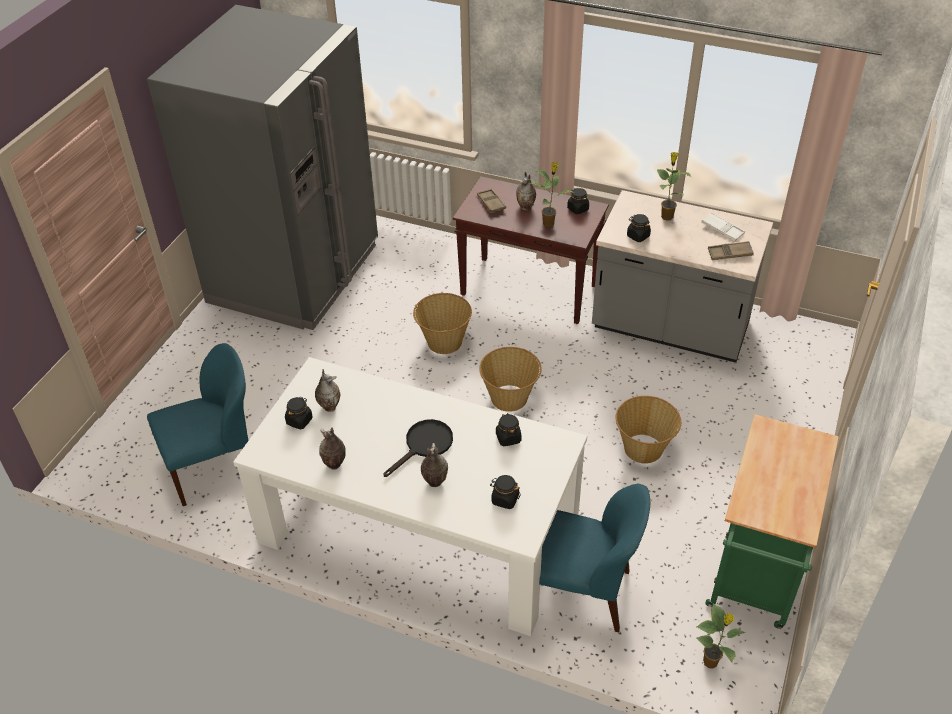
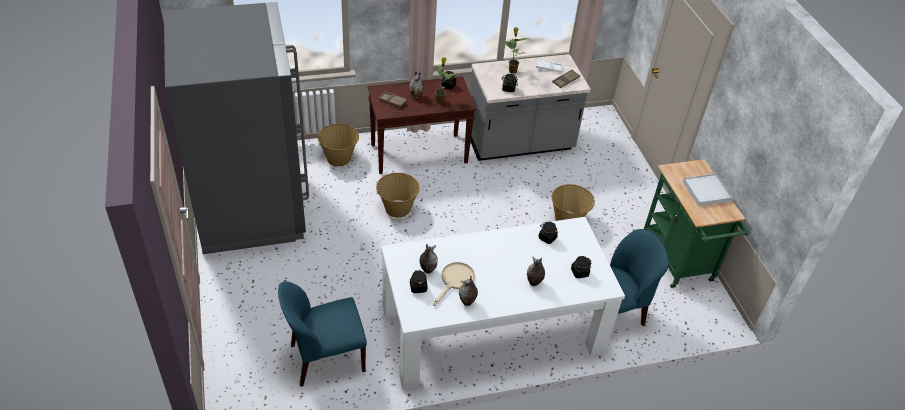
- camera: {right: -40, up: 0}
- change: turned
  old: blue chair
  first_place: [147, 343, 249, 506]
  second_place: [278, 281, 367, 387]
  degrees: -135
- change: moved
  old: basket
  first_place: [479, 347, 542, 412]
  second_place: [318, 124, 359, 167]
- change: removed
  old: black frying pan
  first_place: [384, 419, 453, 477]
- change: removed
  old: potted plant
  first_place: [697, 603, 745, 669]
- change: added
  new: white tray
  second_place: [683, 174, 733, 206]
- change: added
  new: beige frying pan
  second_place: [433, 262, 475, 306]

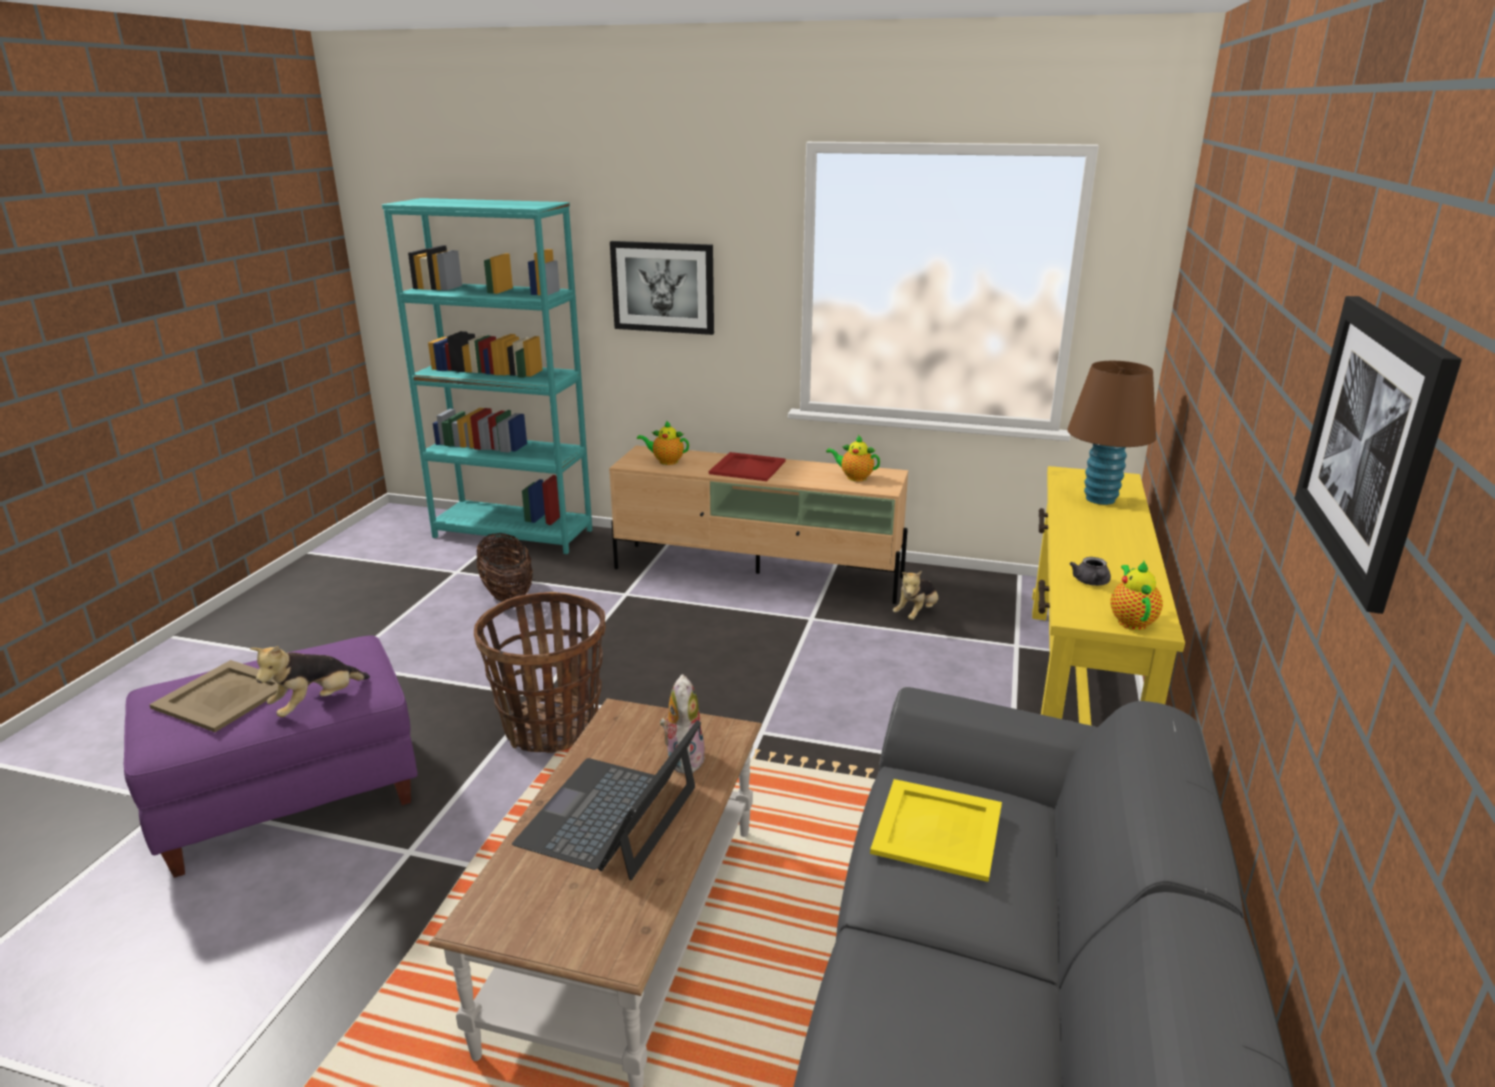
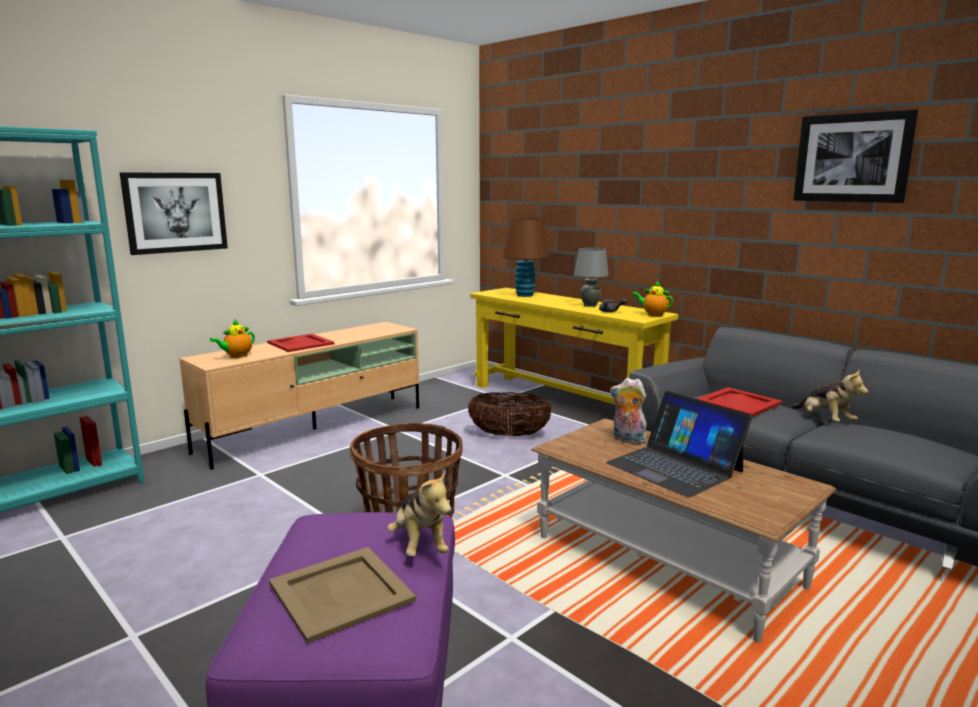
- camera: {right: -60, up: -10}
- change: removed
  old: teapot
  first_place: [826, 435, 880, 481]
- change: moved
  old: basket
  first_place: [476, 533, 533, 602]
  second_place: [468, 392, 552, 436]
- change: moved
  old: plush toy
  first_place: [893, 571, 938, 620]
  second_place: [791, 369, 868, 422]
- change: recoloured
  old: yellow tray
  new: red tray
  first_place: [870, 779, 1002, 882]
  second_place: [697, 387, 782, 417]
- change: added
  new: grey table lamp
  second_place: [574, 248, 609, 307]

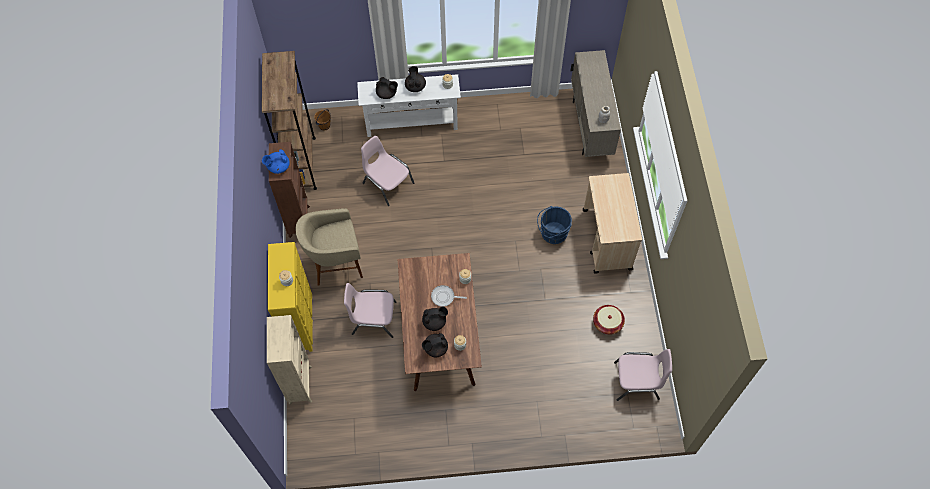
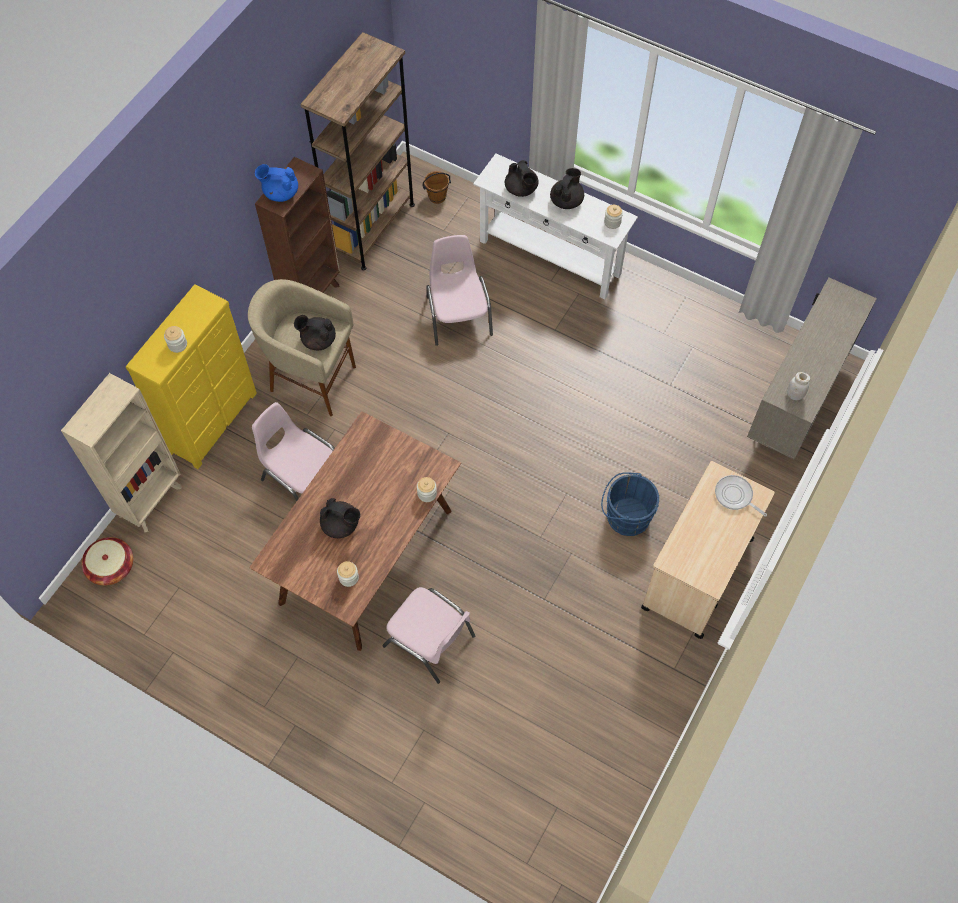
- camera: {right: 35, up: 0}
- change: moved
  old: frying pan
  first_place: [431, 285, 467, 307]
  second_place: [715, 475, 767, 517]
- change: moved
  old: basket
  first_place: [593, 305, 625, 335]
  second_place: [82, 537, 133, 586]
- change: moved
  old: black teapot
  first_place: [422, 333, 448, 357]
  second_place: [294, 315, 336, 350]
- change: moved
  old: pink chair
  first_place: [614, 349, 672, 401]
  second_place: [382, 587, 475, 684]

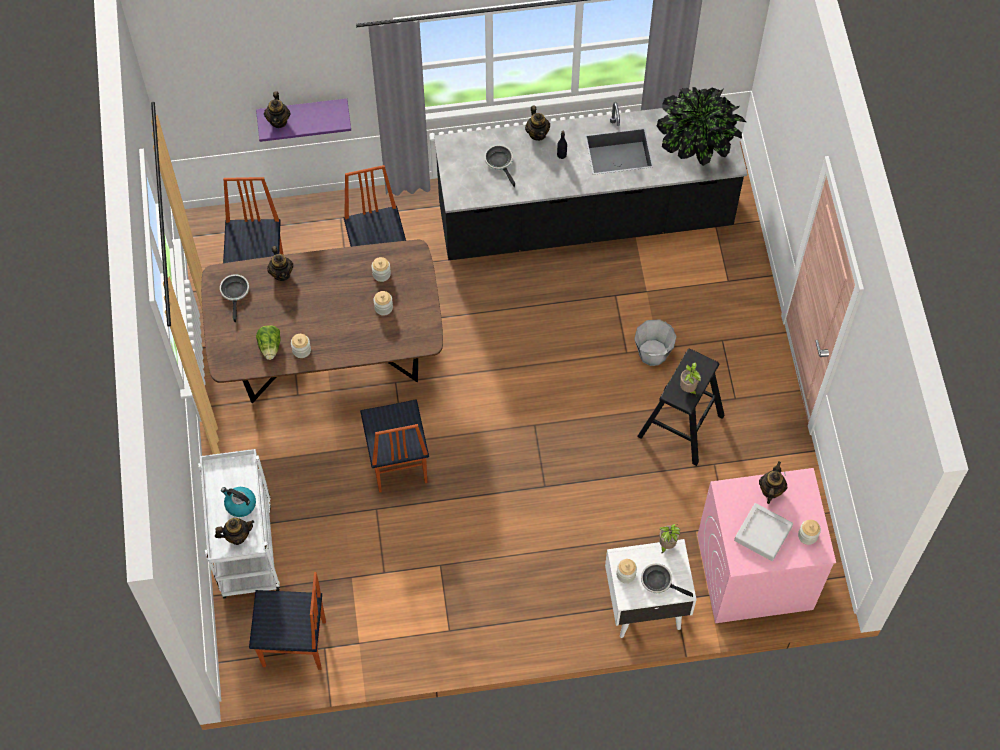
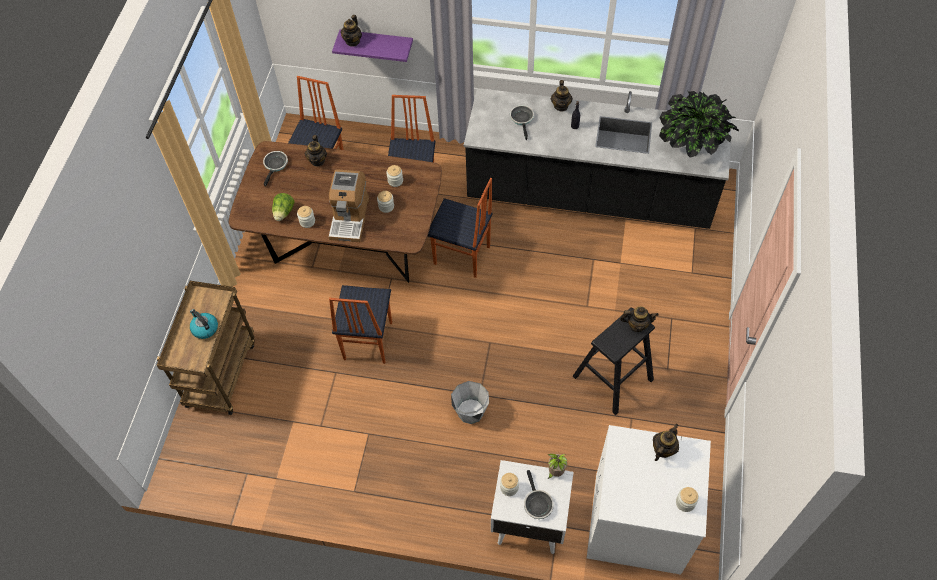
- camera: {right: 20, up: -5}
- change: moved
  old: grey bucket
  first_place: [634, 319, 677, 366]
  second_place: [451, 381, 489, 424]
- change: removed
  old: potted plant
  first_place: [680, 362, 701, 395]
- change: recoloured
  old: white cart
  new: brown cart
  first_place: [198, 449, 280, 598]
  second_place: [157, 281, 255, 415]
- change: recoloured
  old: pink washing machine
  new: white washing machine
  first_place: [697, 468, 836, 623]
  second_place: [587, 425, 711, 575]
- change: removed
  old: grey tray
  first_place: [734, 503, 793, 561]
- change: moved
  old: teapot
  first_place: [215, 518, 254, 545]
  second_place: [620, 307, 659, 332]
- change: turned
  old: frying pan
  first_place: [641, 563, 693, 597]
  second_place: [524, 470, 554, 519]
  degrees: -150
- change: moved
  old: chair
  first_place: [249, 572, 326, 670]
  second_place: [428, 178, 493, 278]
- change: added
  new: coffee machine
  second_place: [328, 169, 369, 242]

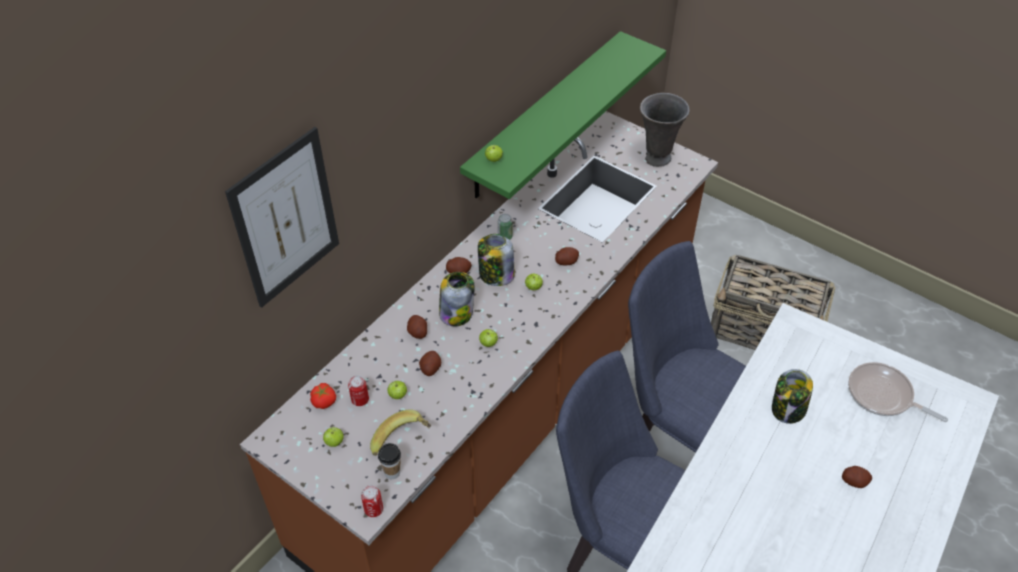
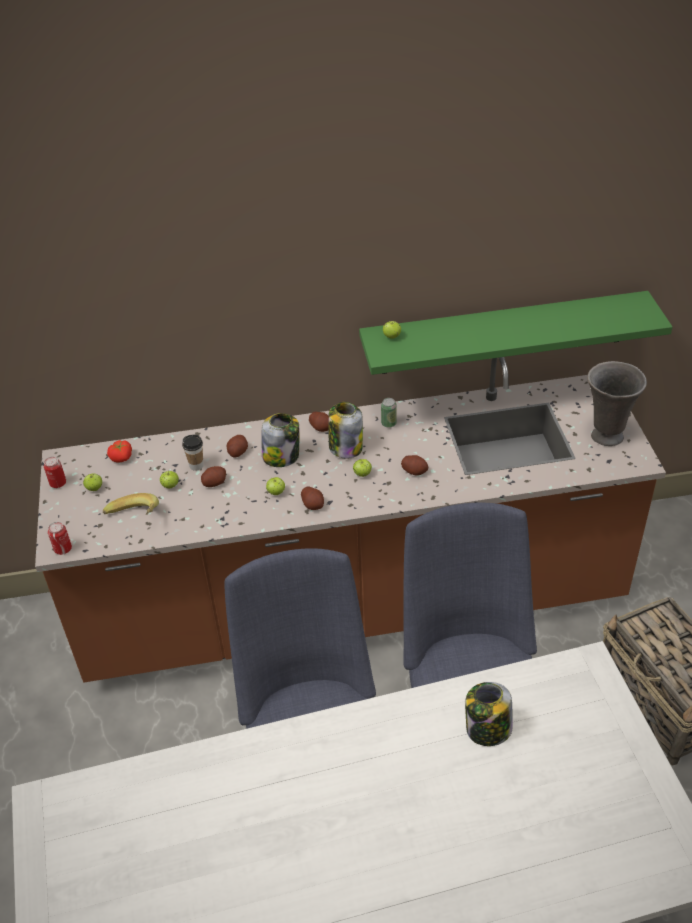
- camera: {right: 45, up: -5}
- change: removed
  old: picture
  first_place: [225, 127, 339, 308]
- change: removed
  old: frying pan
  first_place: [848, 362, 948, 422]
- change: moved
  old: can
  first_place: [348, 375, 369, 406]
  second_place: [44, 457, 66, 488]
- change: moved
  old: cup
  first_place: [378, 443, 401, 479]
  second_place: [182, 435, 204, 471]
- change: moved
  old: potato
  first_place: [842, 466, 872, 488]
  second_place: [301, 487, 324, 510]

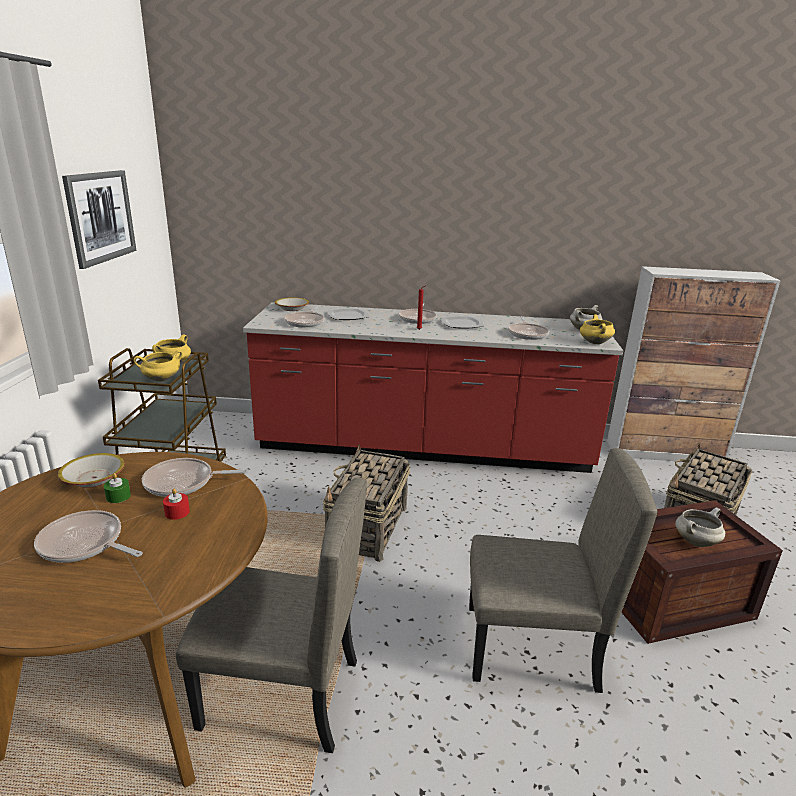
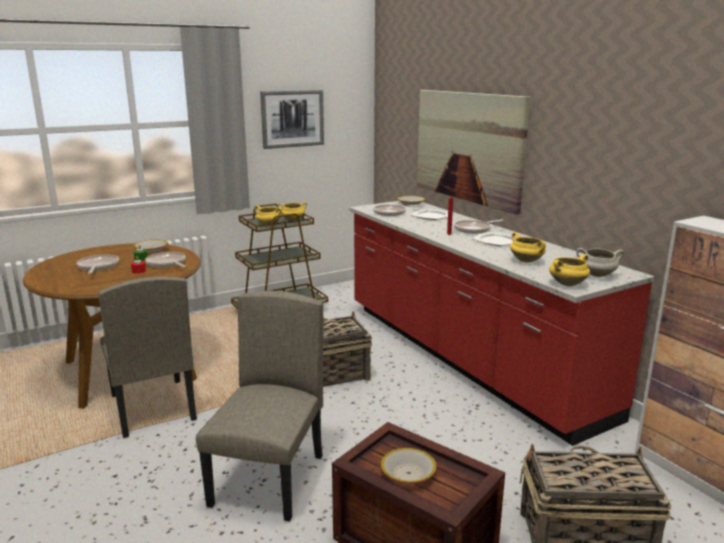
- camera: {right: 55, up: -5}
- change: replaced
  old: frying pan
  new: yellow cooking pot
  first_place: [508, 316, 549, 340]
  second_place: [510, 232, 546, 263]
- change: turned
  old: beige chair
  first_place: [469, 448, 657, 693]
  second_place: [196, 291, 323, 522]
  degrees: -135
- change: replaced
  old: white cooking pot
  new: bowl
  first_place: [675, 507, 725, 547]
  second_place: [381, 448, 437, 484]
- change: added
  new: picture
  second_place: [417, 90, 530, 215]

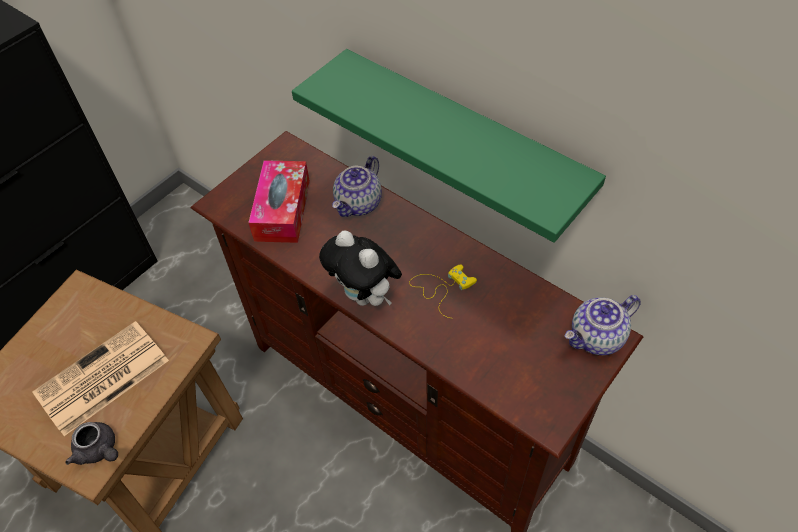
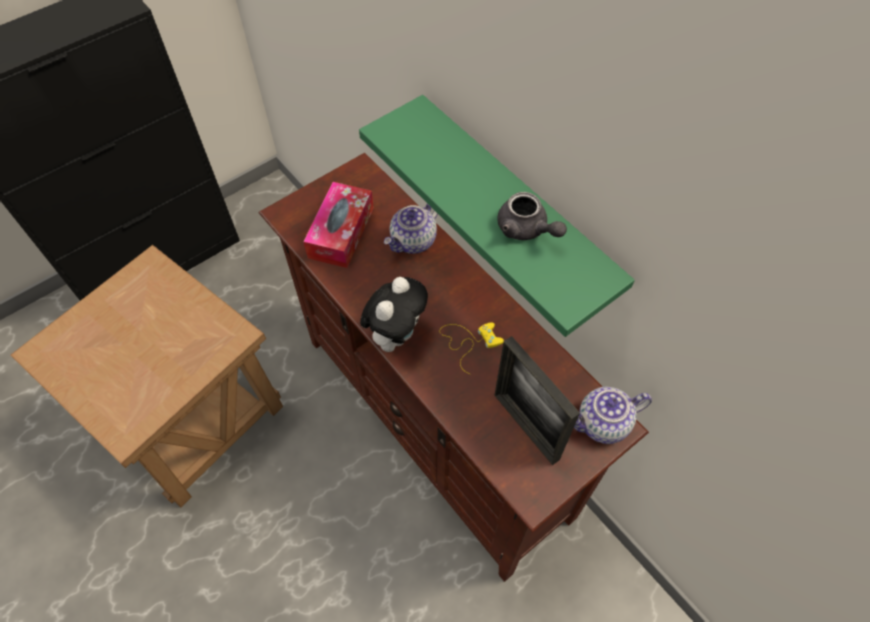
- camera: {right: 10, up: 5}
- change: turned
  old: plush toy
  first_place: [319, 231, 402, 306]
  second_place: [360, 277, 428, 352]
  degrees: -120
- change: removed
  old: newspaper
  first_place: [32, 321, 169, 436]
- change: moved
  old: grey teapot
  first_place: [65, 422, 118, 465]
  second_place: [497, 192, 567, 240]
- change: added
  new: picture frame
  second_place: [494, 336, 580, 465]

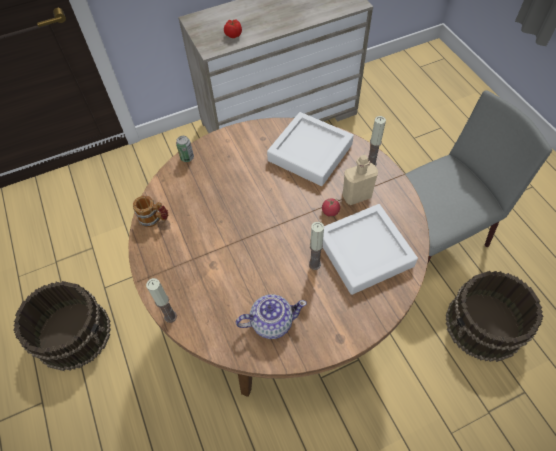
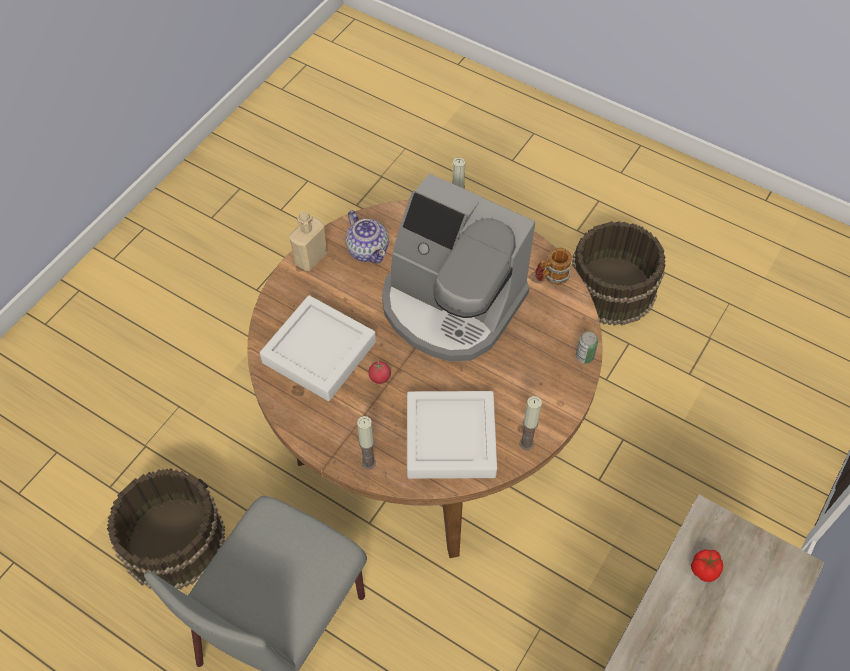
- camera: {right: 145, up: 0}
- change: moved
  old: beige bottle
  first_place: [342, 155, 378, 205]
  second_place: [289, 211, 327, 271]
- change: moved
  old: candle
  first_place: [309, 222, 324, 270]
  second_place: [519, 396, 542, 450]
- change: turned
  old: teapot
  first_place: [236, 294, 307, 339]
  second_place: [346, 210, 389, 264]
  degrees: -75
- change: added
  new: coffee machine
  second_place: [382, 173, 535, 362]

